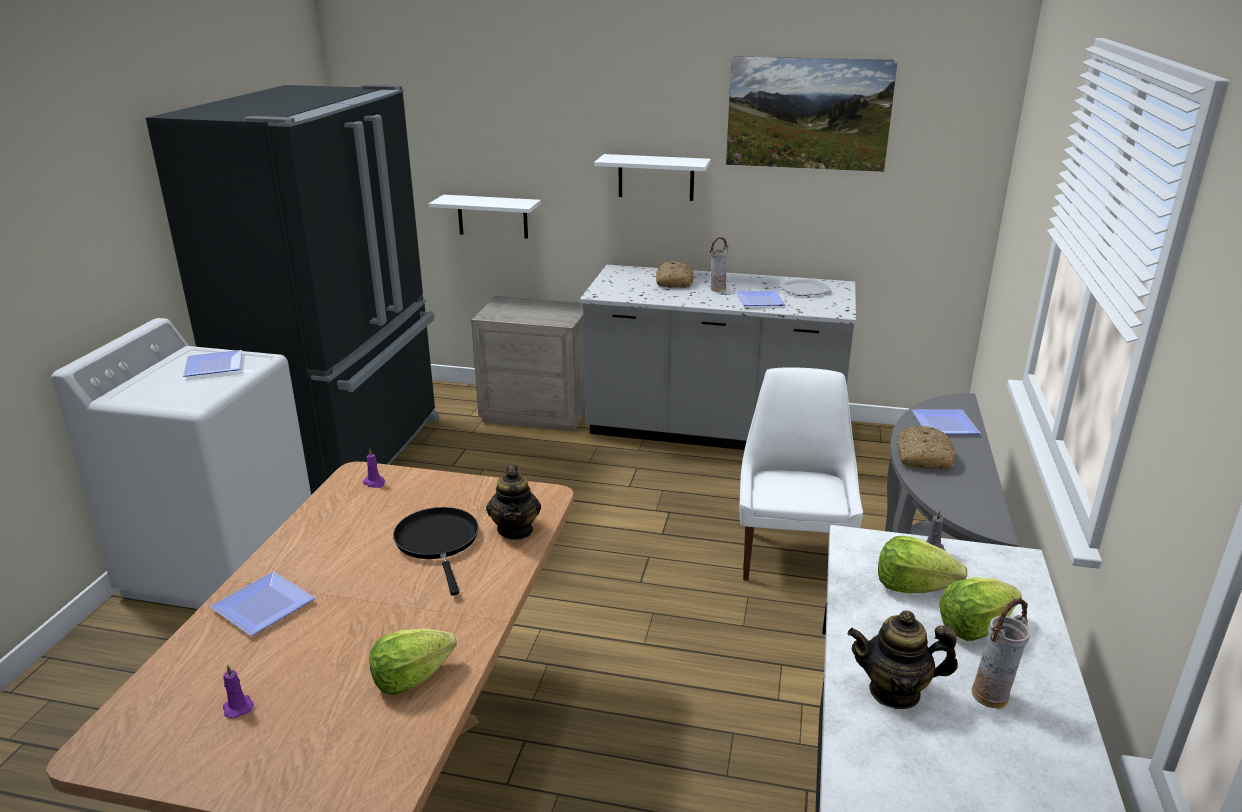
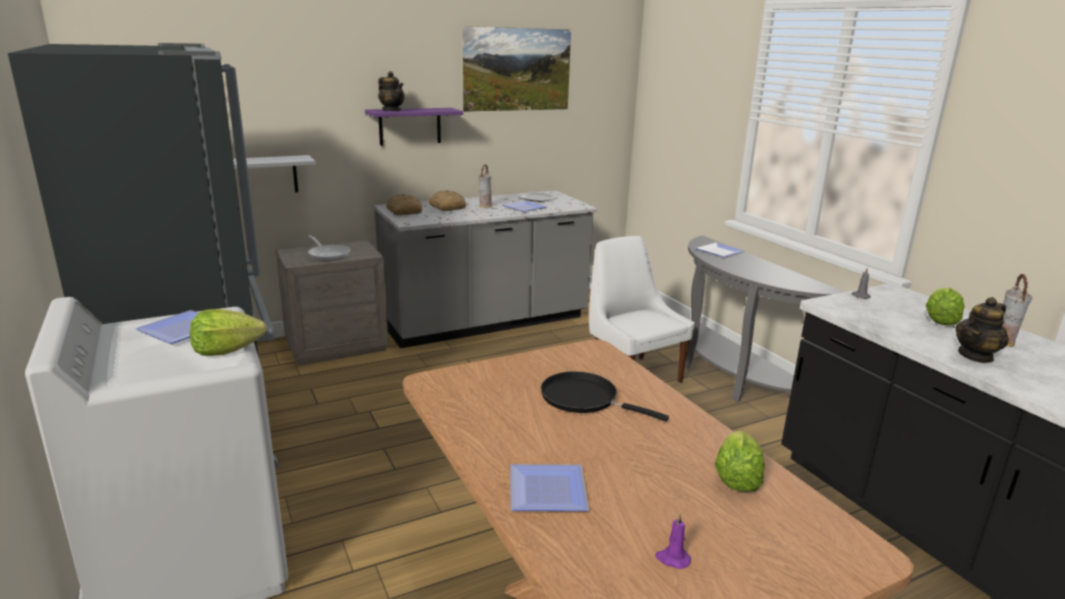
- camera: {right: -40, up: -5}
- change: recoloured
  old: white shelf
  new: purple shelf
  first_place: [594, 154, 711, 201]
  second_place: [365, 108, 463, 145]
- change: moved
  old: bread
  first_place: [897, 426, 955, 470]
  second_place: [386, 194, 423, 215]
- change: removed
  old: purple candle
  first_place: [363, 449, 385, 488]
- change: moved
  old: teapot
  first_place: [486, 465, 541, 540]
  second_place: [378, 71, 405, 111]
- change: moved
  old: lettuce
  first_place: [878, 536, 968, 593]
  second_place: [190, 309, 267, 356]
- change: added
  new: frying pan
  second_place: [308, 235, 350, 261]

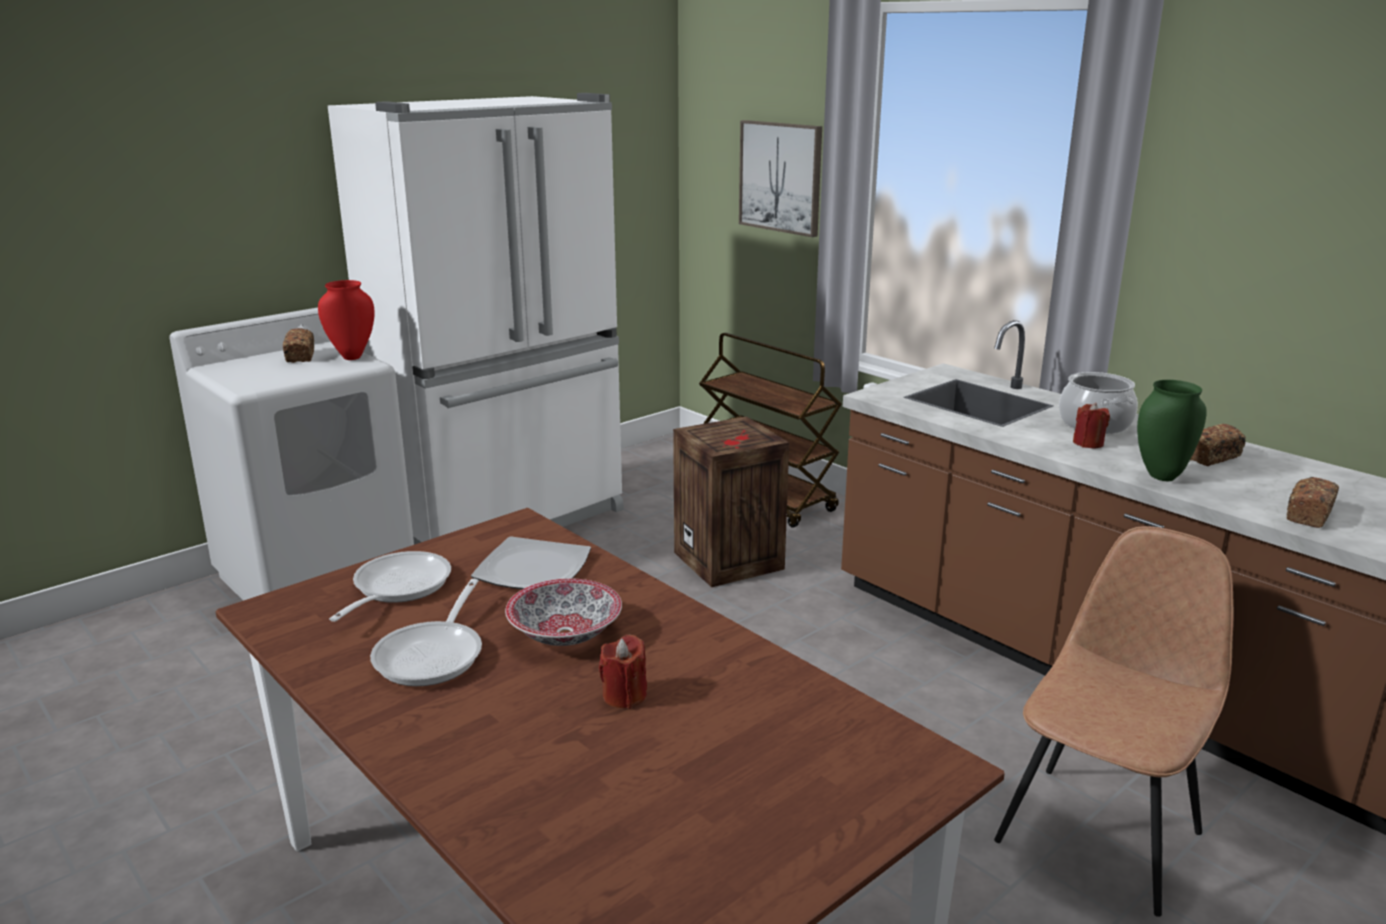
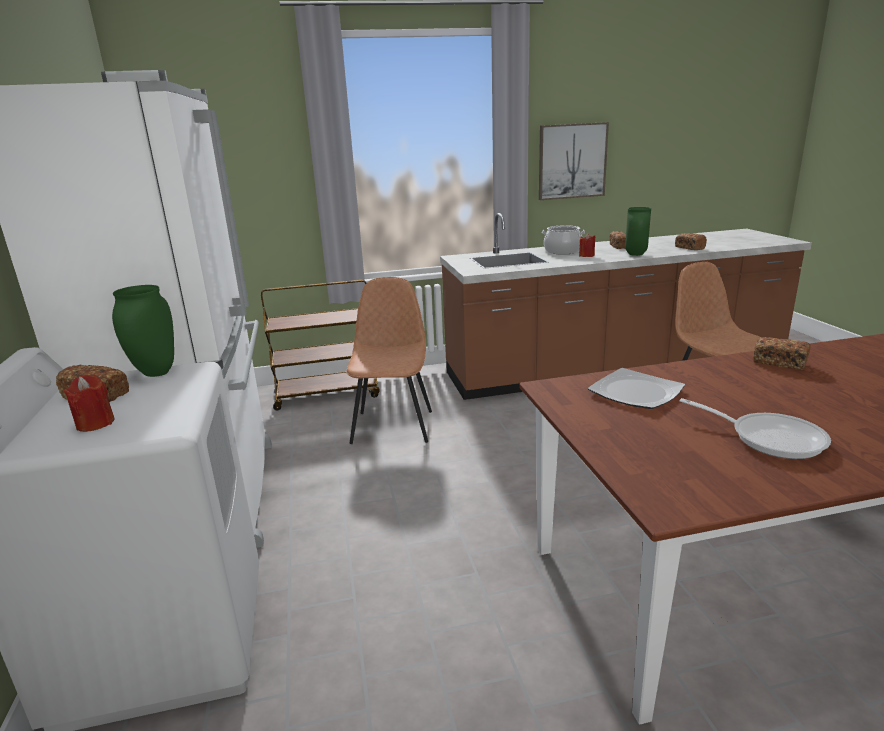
- camera: {right: -60, up: 0}
- change: moved
  old: picture
  first_place: [739, 120, 822, 237]
  second_place: [539, 122, 609, 200]
- change: recoloured
  old: red vase
  new: green vase
  first_place: [318, 280, 375, 360]
  second_place: [112, 285, 174, 377]
- change: replaced
  old: crate
  new: brown chair
  first_place: [673, 416, 789, 587]
  second_place: [346, 277, 432, 444]
- change: removed
  old: frying pan
  first_place: [329, 551, 451, 622]
- change: removed
  old: bowl
  first_place: [505, 579, 622, 646]
- change: moved
  old: red candle
  first_place: [599, 635, 647, 709]
  second_place: [63, 375, 115, 432]
- change: added
  new: bread
  second_place: [754, 337, 810, 370]

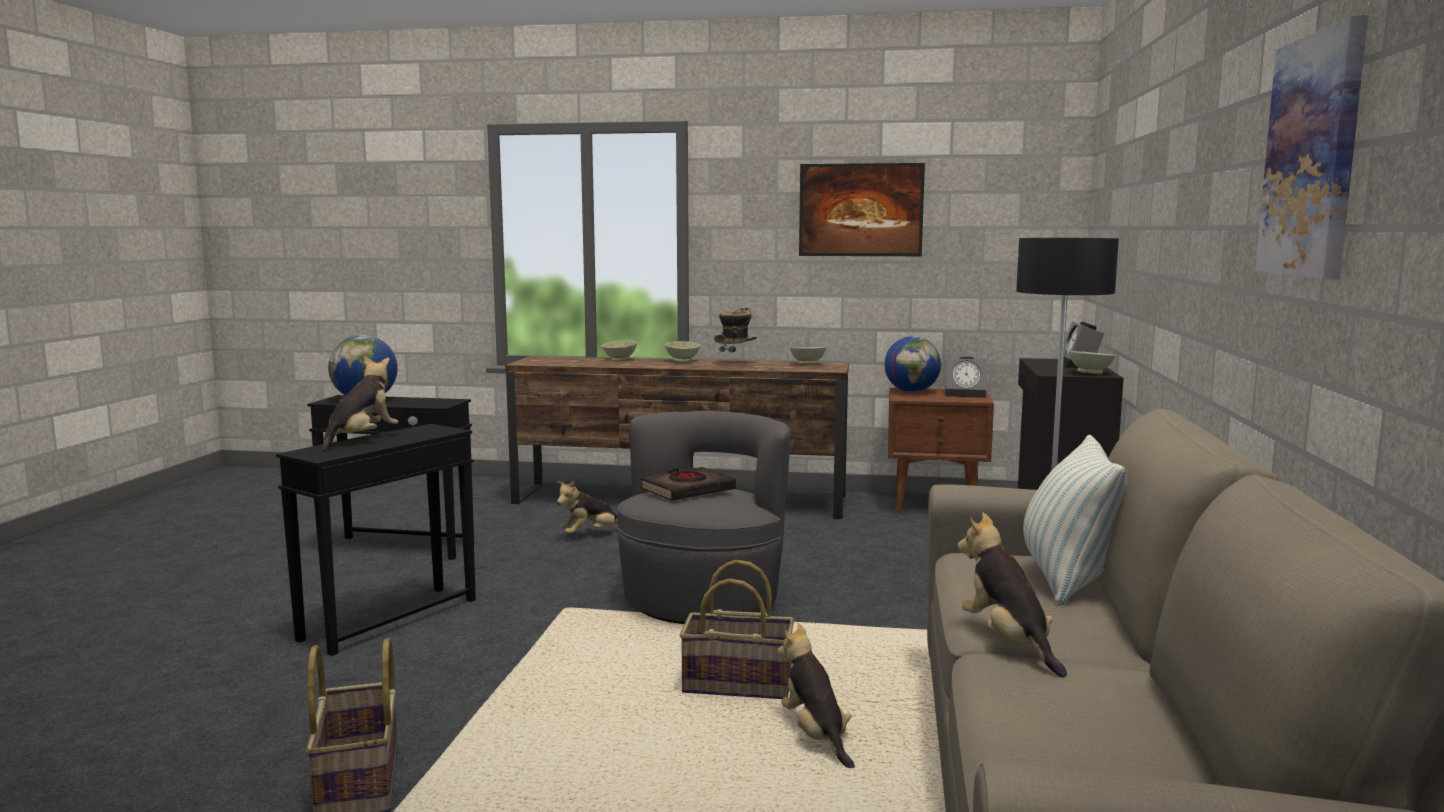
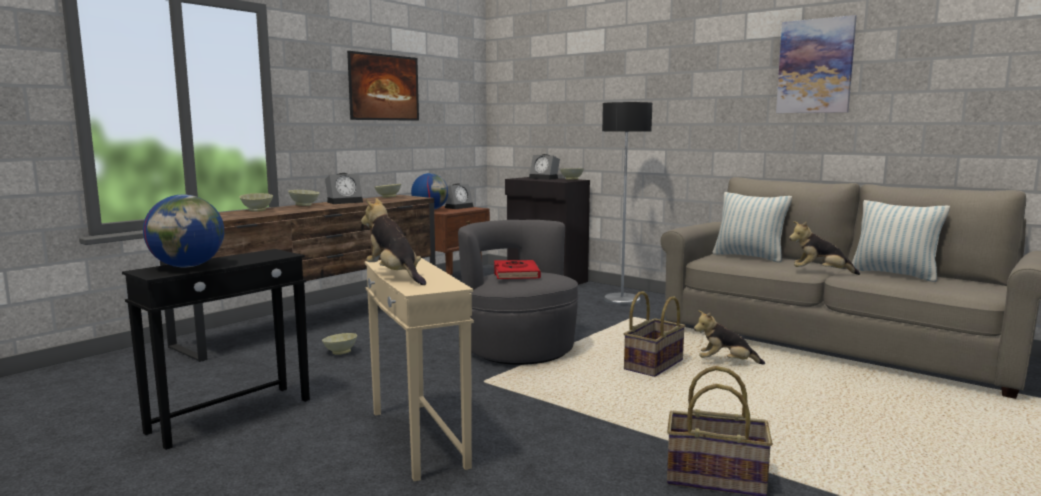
- camera: {right: -60, up: 0}
- change: replaced
  old: hat
  new: alarm clock
  first_place: [714, 308, 757, 356]
  second_place: [325, 173, 363, 204]
- change: recoloured
  old: black side table
  new: beige side table
  first_place: [276, 424, 476, 656]
  second_place: [364, 258, 474, 481]
- change: recoloured
  old: black book
  new: red book
  first_place: [641, 467, 736, 501]
  second_place: [494, 260, 541, 279]
- change: replaced
  old: plush toy
  new: beige bowl
  first_place: [557, 481, 618, 534]
  second_place: [322, 333, 357, 355]
- change: added
  new: pillow
  second_place: [852, 200, 950, 282]

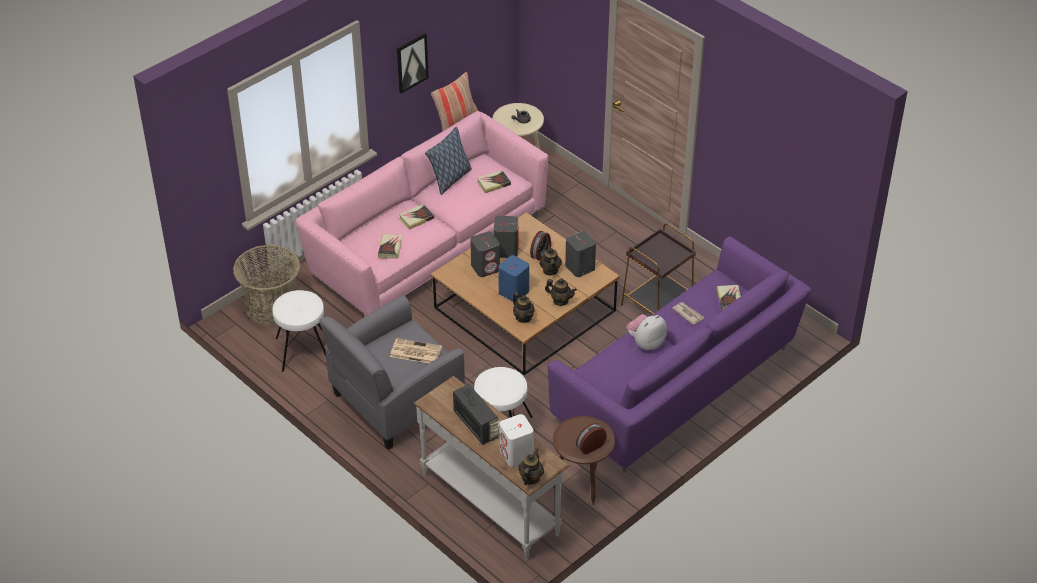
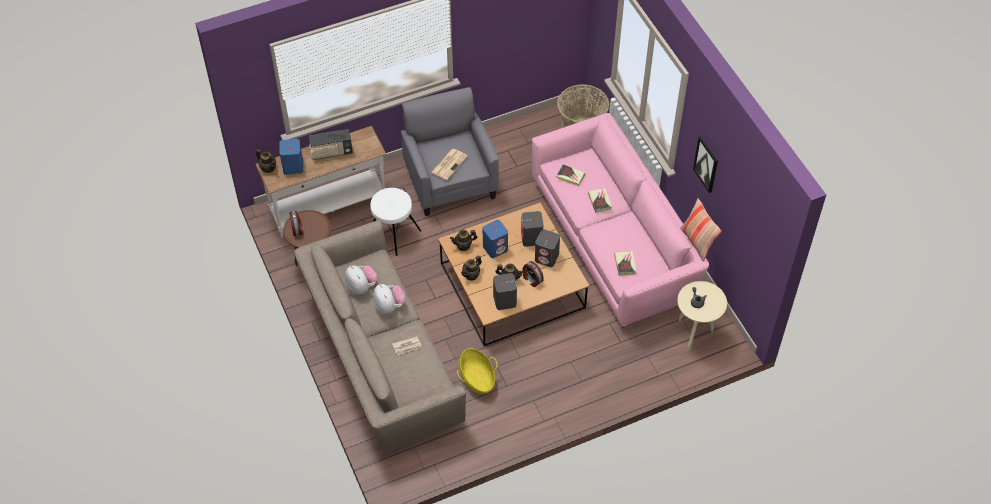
- camera: {right: 110, up: 10}
- change: removed
  old: pillow
  first_place: [425, 127, 472, 195]
- change: replaced
  old: brown side table
  new: basket
  first_place: [621, 223, 696, 314]
  second_place: [457, 348, 498, 394]
- change: recoloured
  old: purple sofa
  new: beige sofa
  first_place: [548, 236, 811, 473]
  second_place: [294, 220, 466, 452]
- change: removed
  old: book
  first_place: [716, 285, 741, 310]
- change: removed
  old: white stool
  first_place: [273, 290, 326, 372]
- change: recoloured
  old: white speaker
  new: blue speaker
  first_place: [499, 414, 534, 467]
  second_place: [279, 139, 303, 175]
- change: added
  new: plush toy
  second_place: [345, 265, 378, 295]

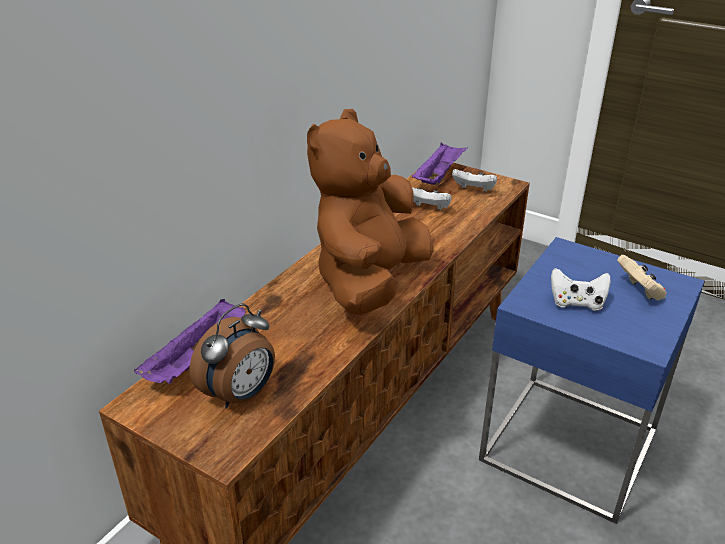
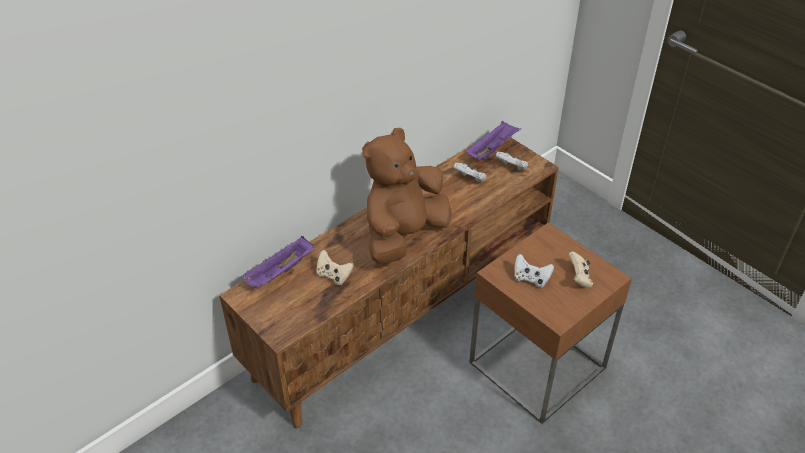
- camera: {right: 15, up: 10}
- change: recoloured
  old: blue side table
  new: brown side table
  first_place: [479, 237, 705, 524]
  second_place: [469, 222, 632, 424]
- change: removed
  old: alarm clock
  first_place: [189, 304, 275, 408]
- change: added
  new: beige game controller
  second_place: [316, 250, 354, 285]

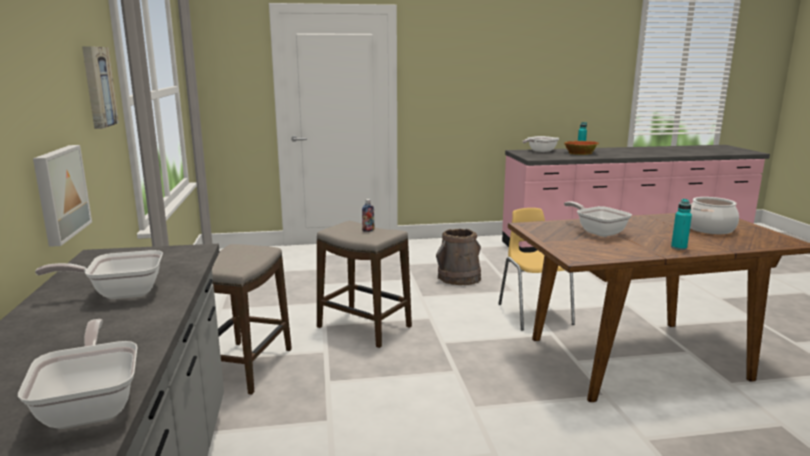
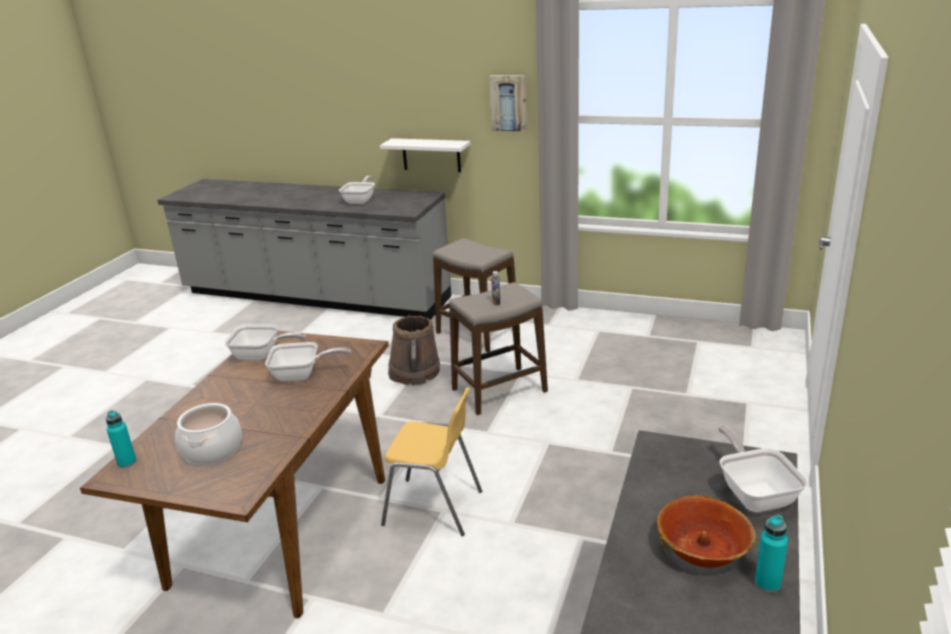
- camera: {right: 120, up: 10}
- change: replaced
  old: picture
  new: white shelf
  first_place: [33, 145, 92, 247]
  second_place: [380, 138, 471, 172]
- change: moved
  old: turquoise bottle
  first_place: [671, 199, 692, 250]
  second_place: [106, 410, 137, 468]
- change: moved
  old: brown bucket
  first_place: [436, 229, 481, 285]
  second_place: [388, 316, 440, 385]
- change: moved
  old: frying pan
  first_place: [18, 319, 138, 429]
  second_place: [224, 324, 306, 360]

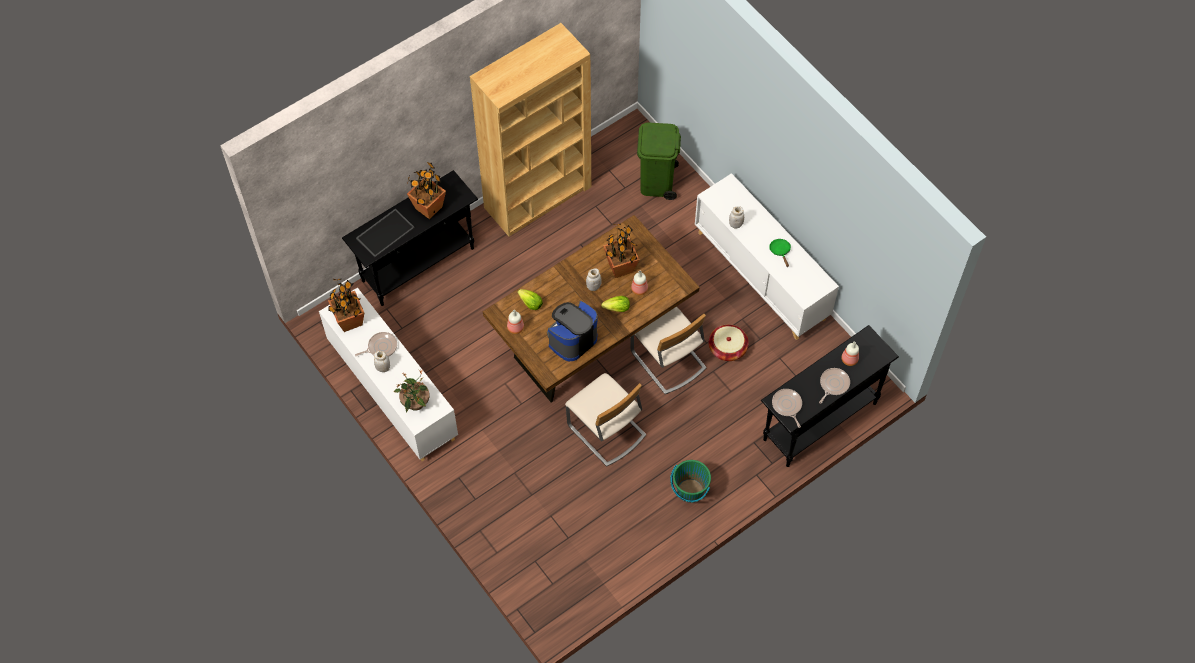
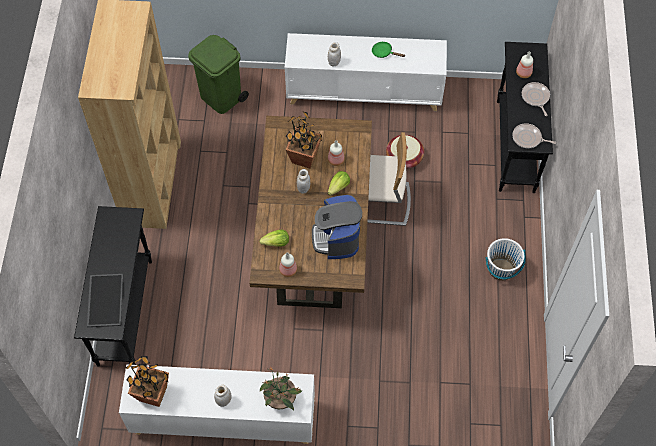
- camera: {right: -50, up: 0}
- change: removed
  old: potted plant
  first_place: [407, 162, 446, 219]
- change: removed
  old: frying pan
  first_place: [355, 332, 397, 357]
- change: removed
  old: beige chair
  first_place: [565, 373, 646, 467]
- change: recoloured
  old: green bucket
  new: white bucket
  first_place: [670, 460, 711, 503]
  second_place: [486, 238, 526, 281]

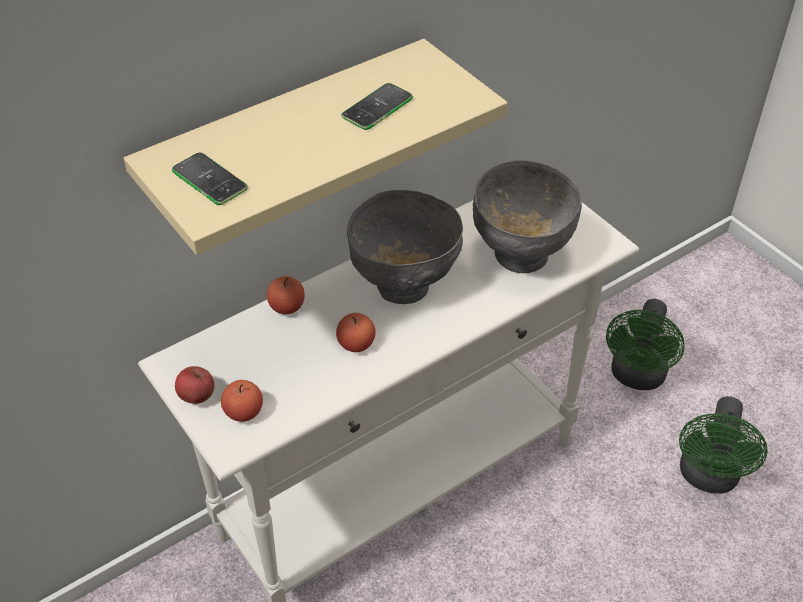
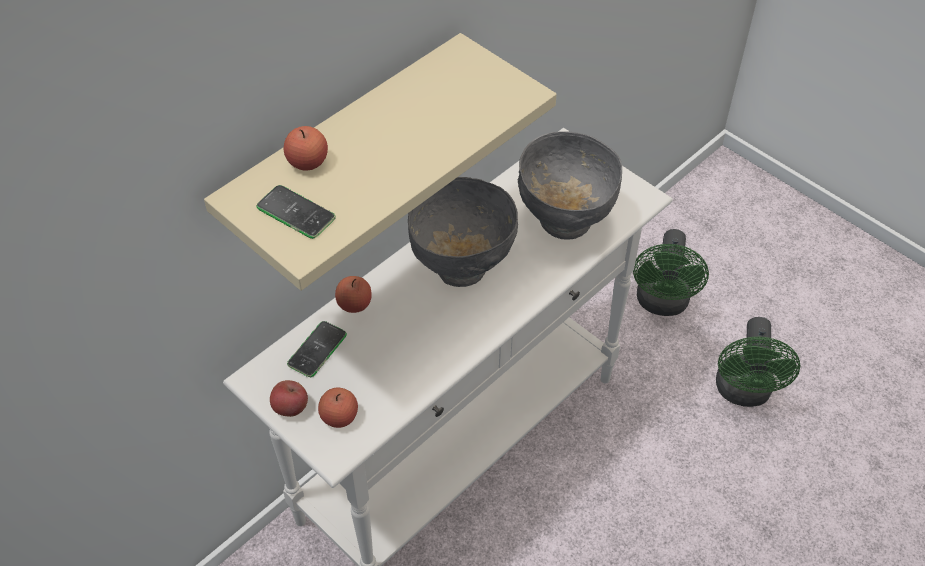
- camera: {right: -10, up: 5}
- change: moved
  old: phone
  first_place: [341, 83, 413, 130]
  second_place: [287, 321, 347, 377]
- change: moved
  old: apple
  first_place: [336, 313, 376, 352]
  second_place: [284, 126, 328, 171]

